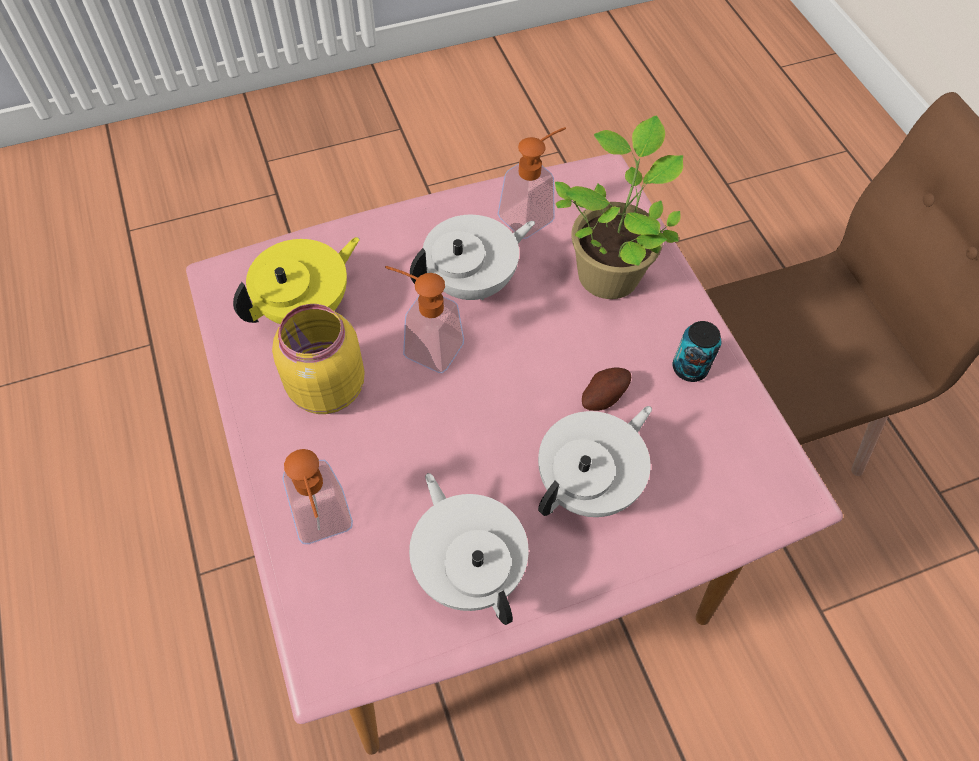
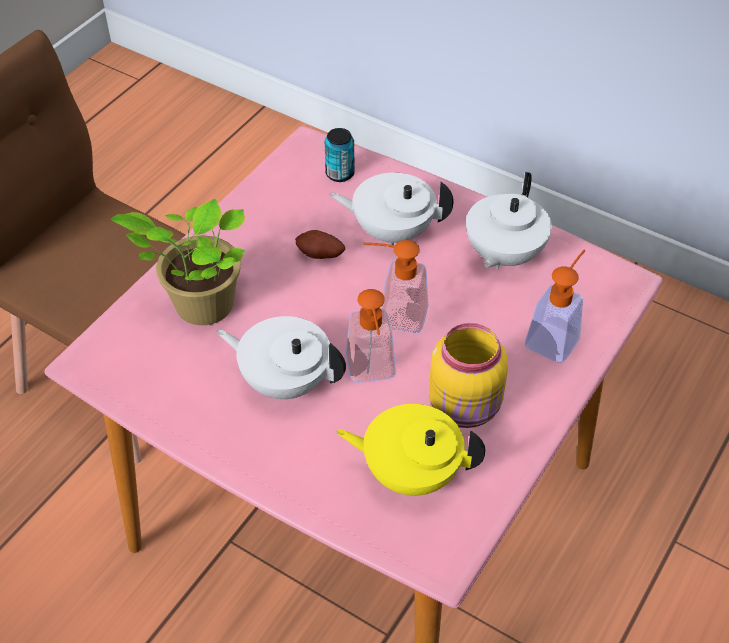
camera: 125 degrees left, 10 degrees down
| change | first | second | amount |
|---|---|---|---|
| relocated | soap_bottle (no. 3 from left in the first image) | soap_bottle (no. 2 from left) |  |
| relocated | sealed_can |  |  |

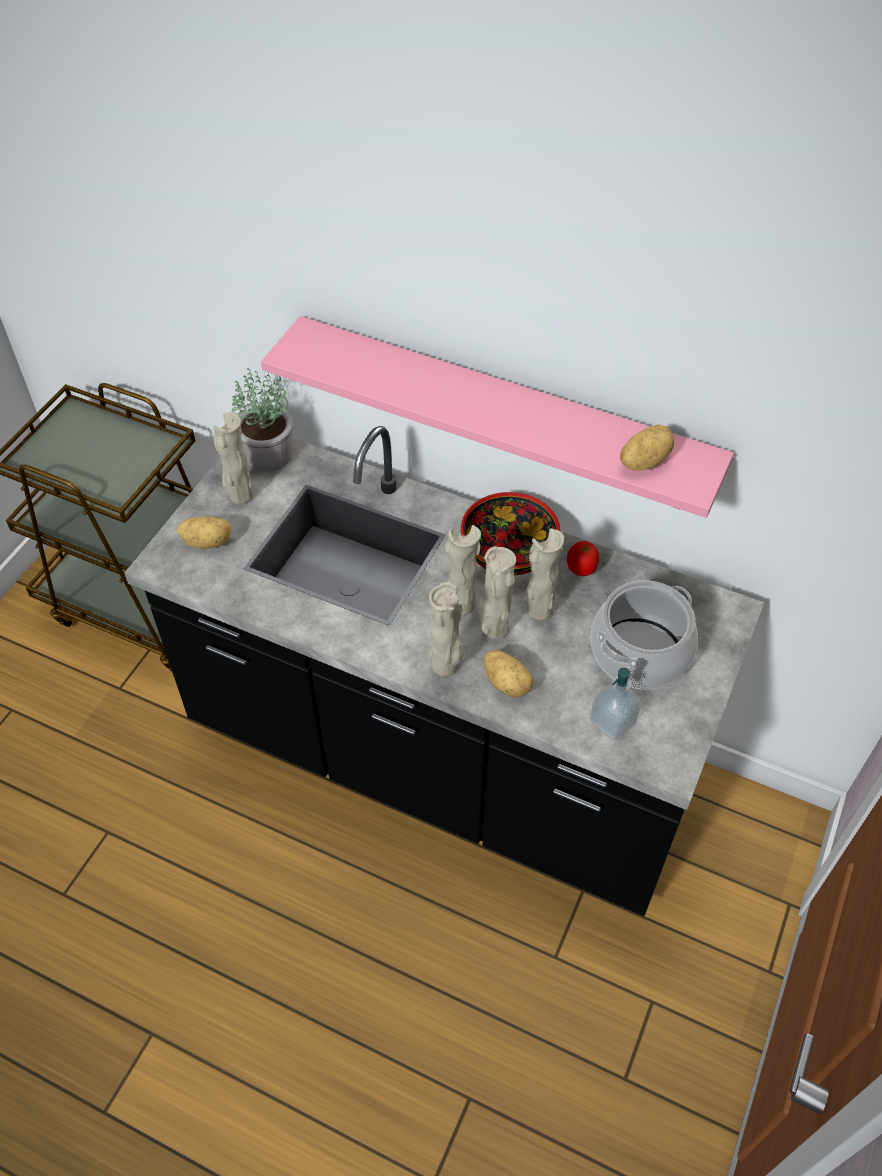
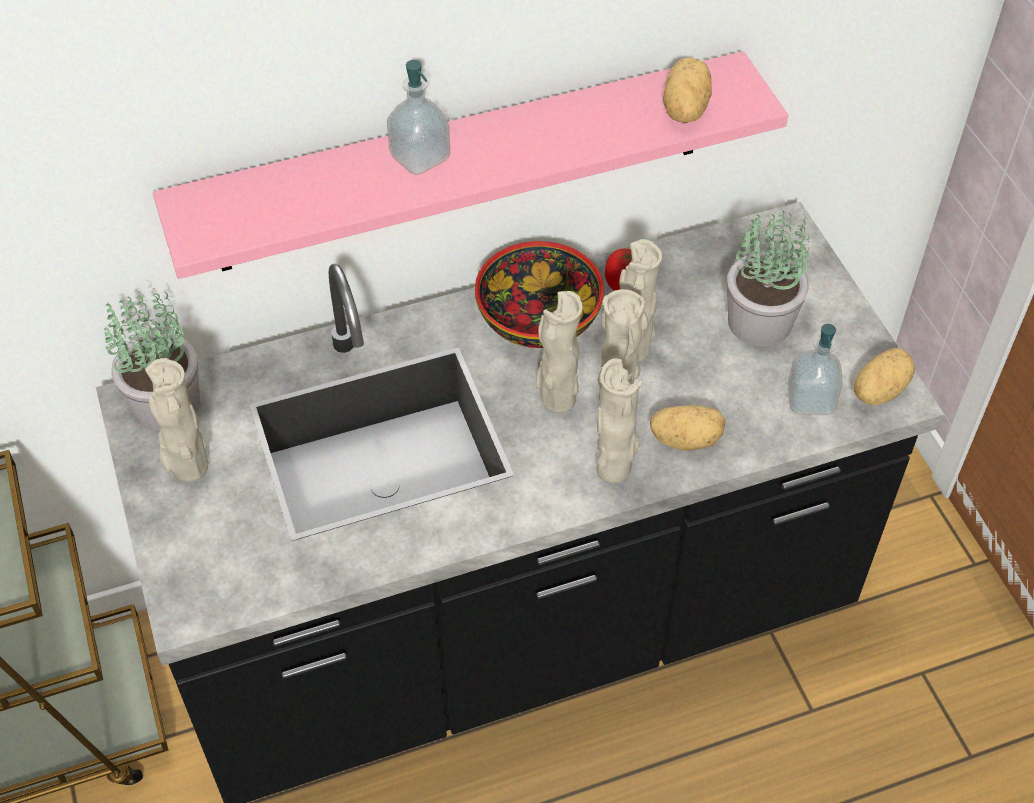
camera: 45 degrees left, 0 degrees up
| change | first | second | amount |
|---|---|---|---|
| appeared |  | soap_bottle (no. 1 from left) |  |
| relocated | potato (no. 1 from left in the first image) | potato (no. 3 from left) |  |
| exchanged | saucepot | potted_plant (no. 2 from left) |  |

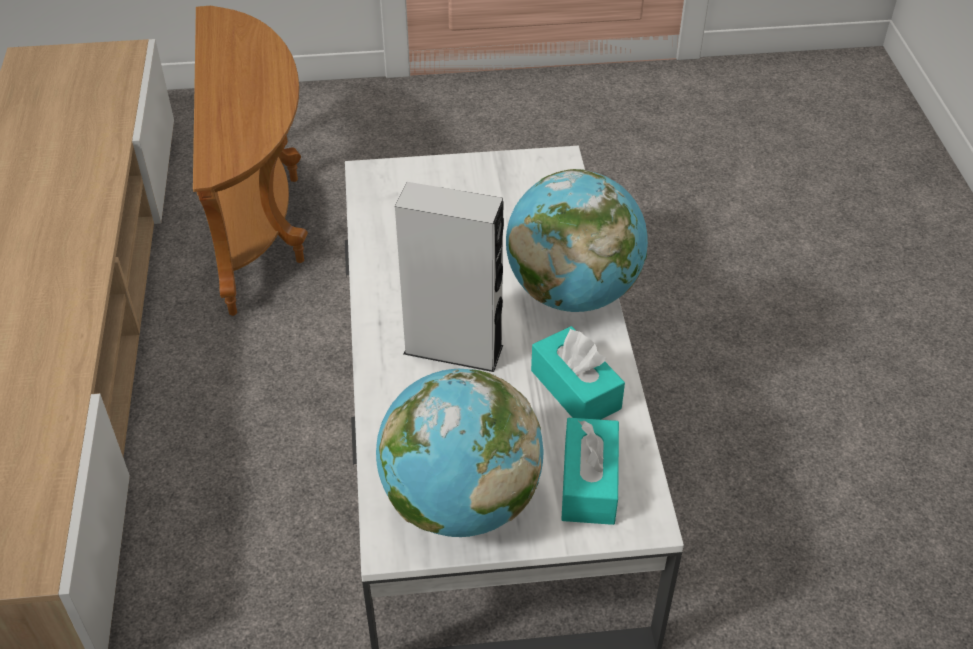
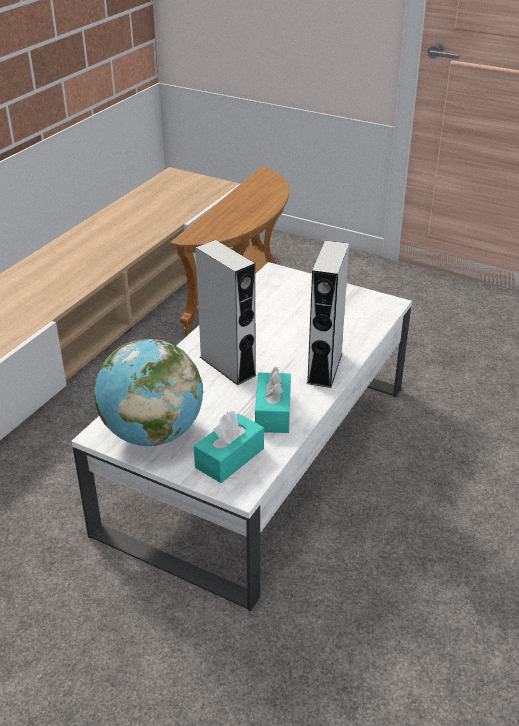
camera: 35 degrees right, 10 degrees down
| change | first | second | amount |
|---|---|---|---|
| exchanged | desk_globe (no. 2 from left) | greyish_loudspeaker (no. 2 from left) |  |

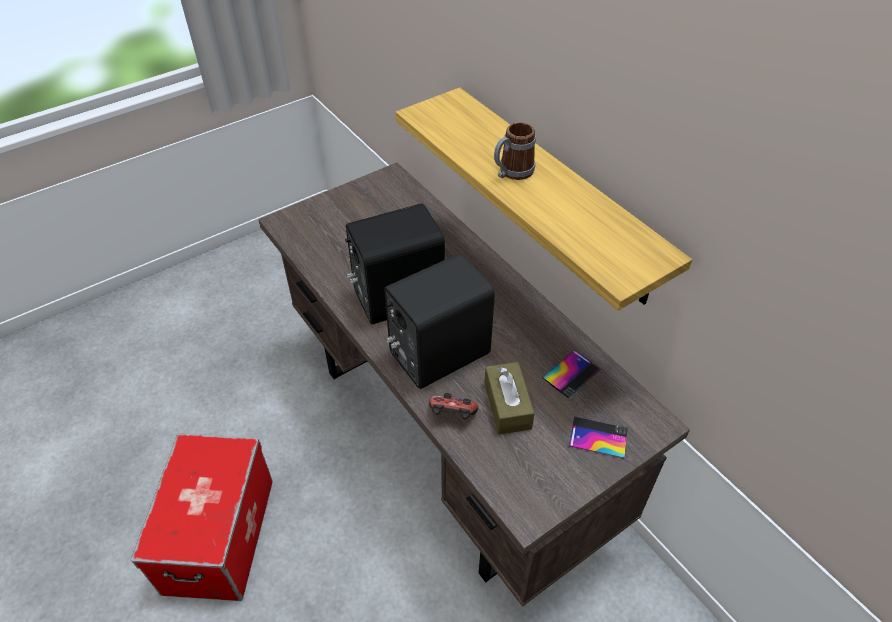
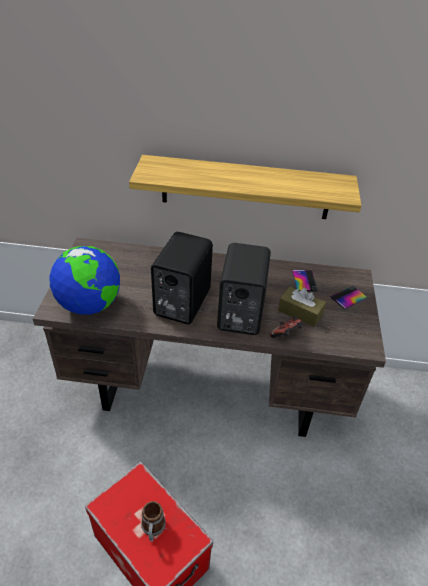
camera: 50 degrees left, 5 degrees down
| change | first | second | amount |
|---|---|---|---|
| appeared |  | desk_globe |  |
| relocated | coffee_mug |  |  |

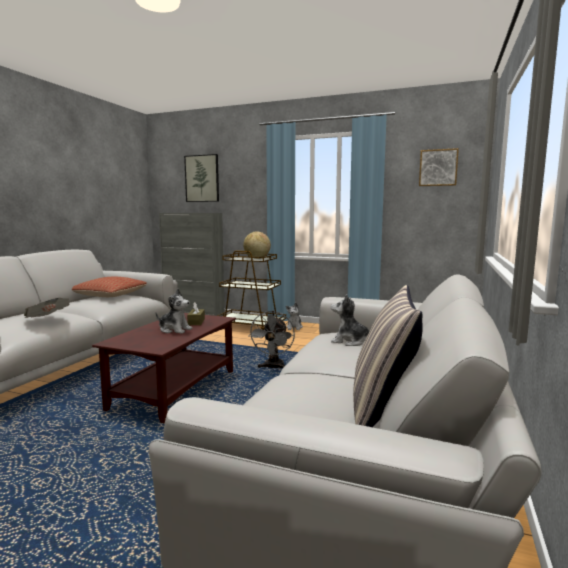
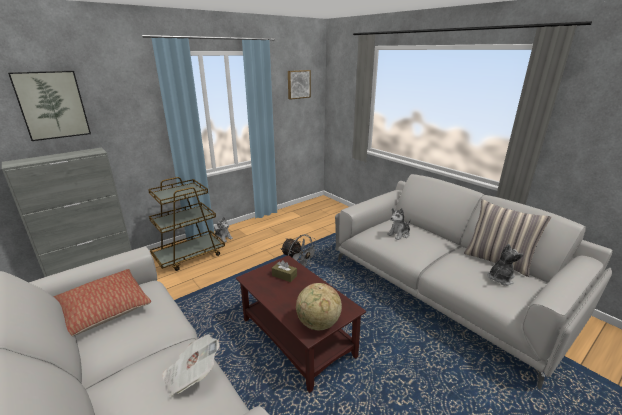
camera: 60 degrees left, 15 degrees up
| change | first | second | amount |
|---|---|---|---|
| relocated | cuddly_toy (no. 1 from left in the first image) | cuddly_toy (no. 3 from left) |  |
| relocated | desk_globe |  |  |

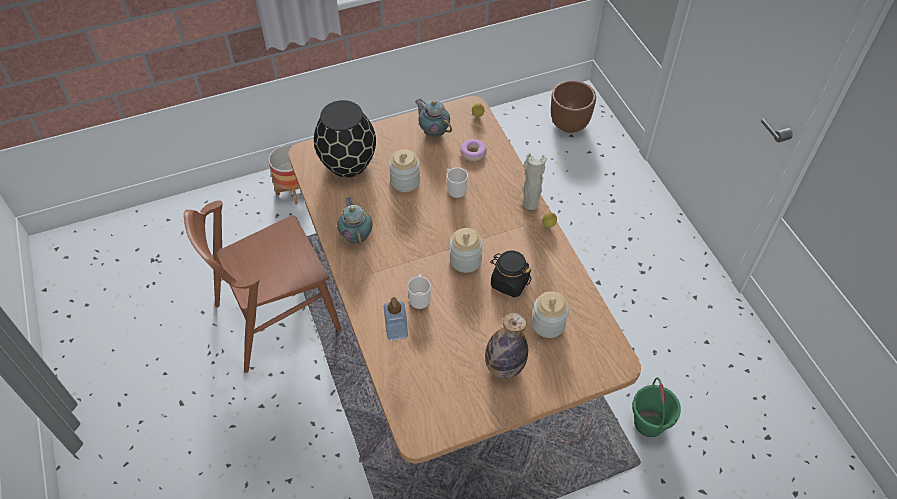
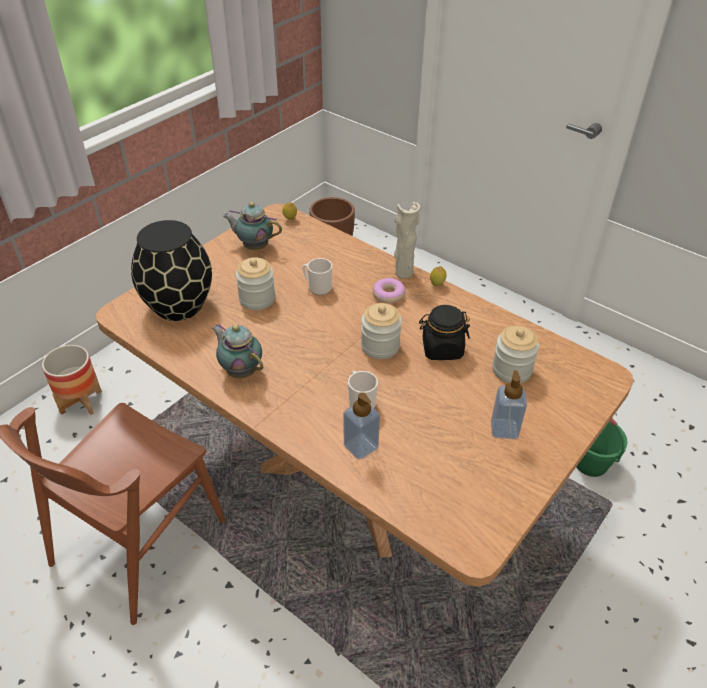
camera: 30 degrees left, 10 degrees down
| change | first | second | amount |
|---|---|---|---|
| relocated | donut |  |  |
| exchanged | drink_bottle | soap_bottle (no. 2 from left) |  |

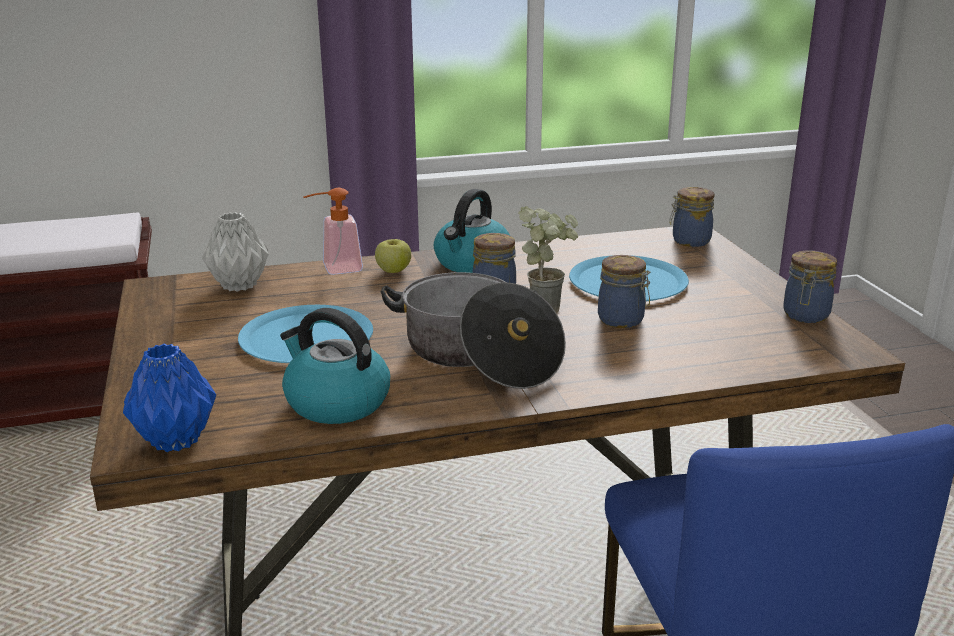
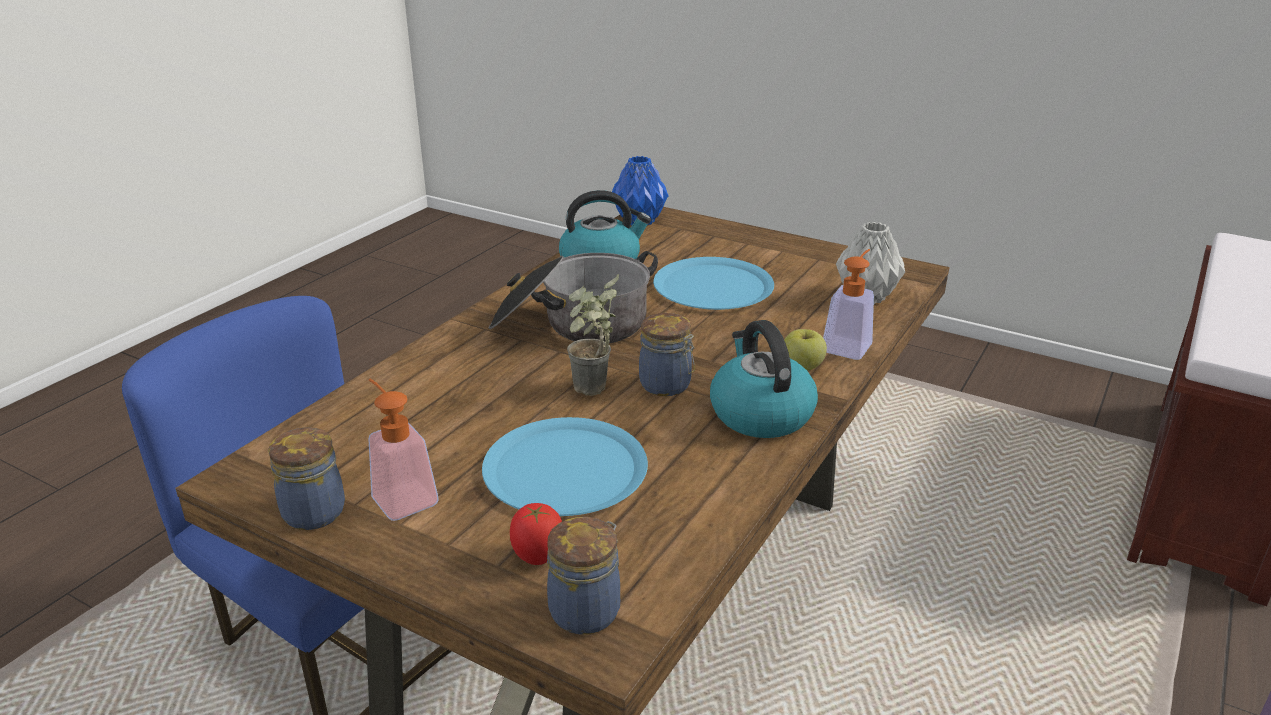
camera: 135 degrees right, 5 degrees up
| change | first | second | amount |
|---|---|---|---|
| missing | storage_jar (no. 2 from left) |  |  |
| appeared |  | soap_bottle (no. 1 from left) |  |
| appeared |  | fresh_tomato |  |

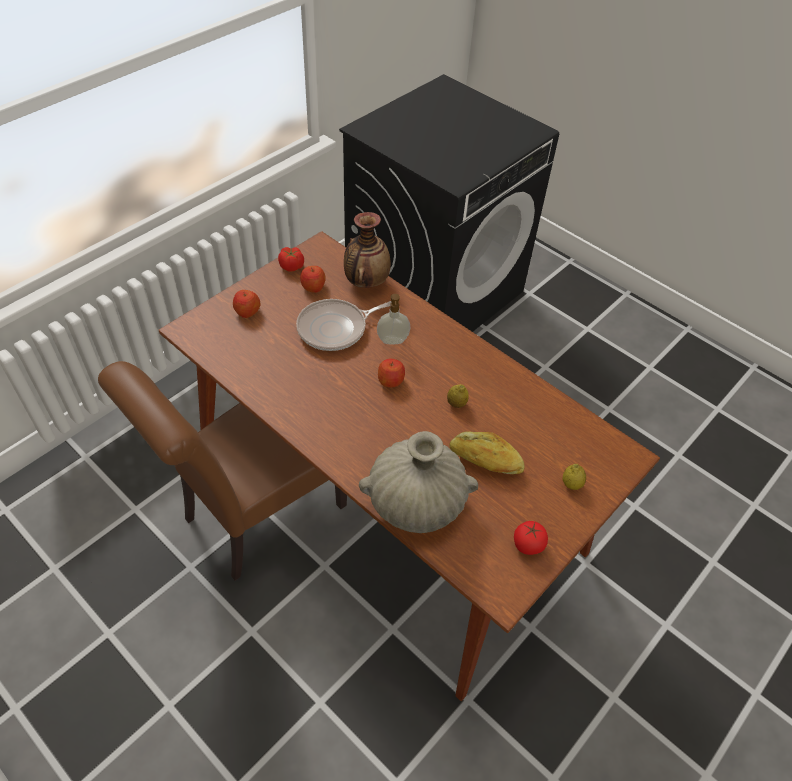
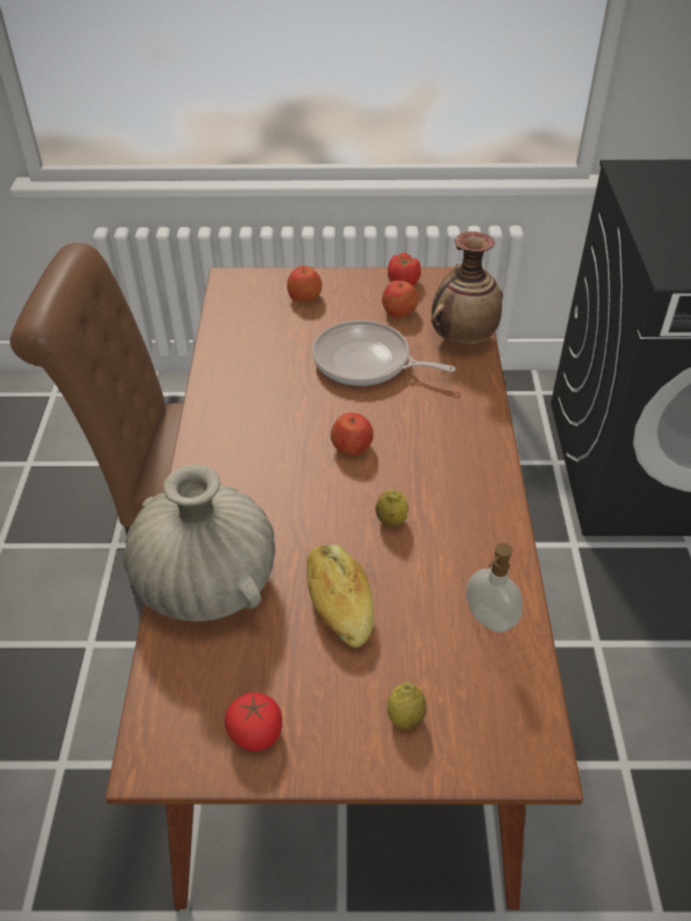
camera: 50 degrees right, 5 degrees down
| change | first | second | amount |
|---|---|---|---|
| relocated | soap_bottle |  |  |

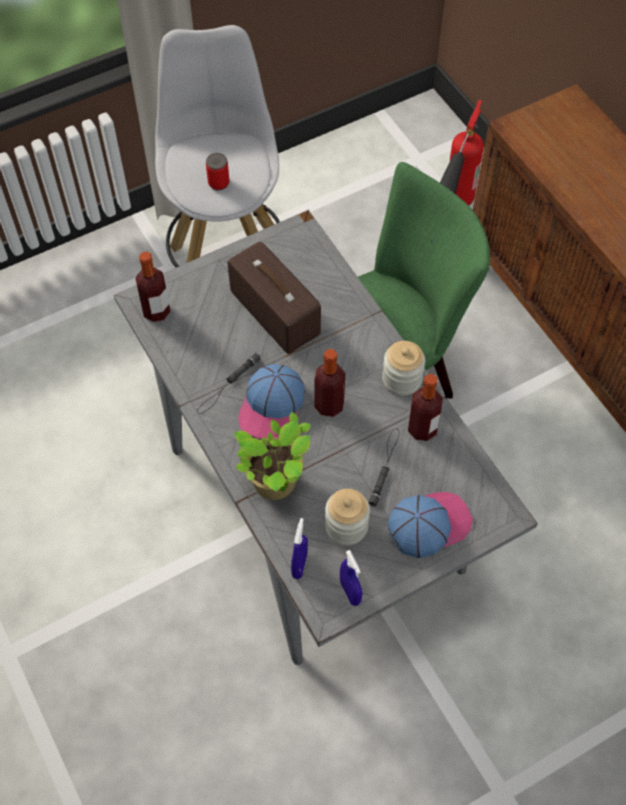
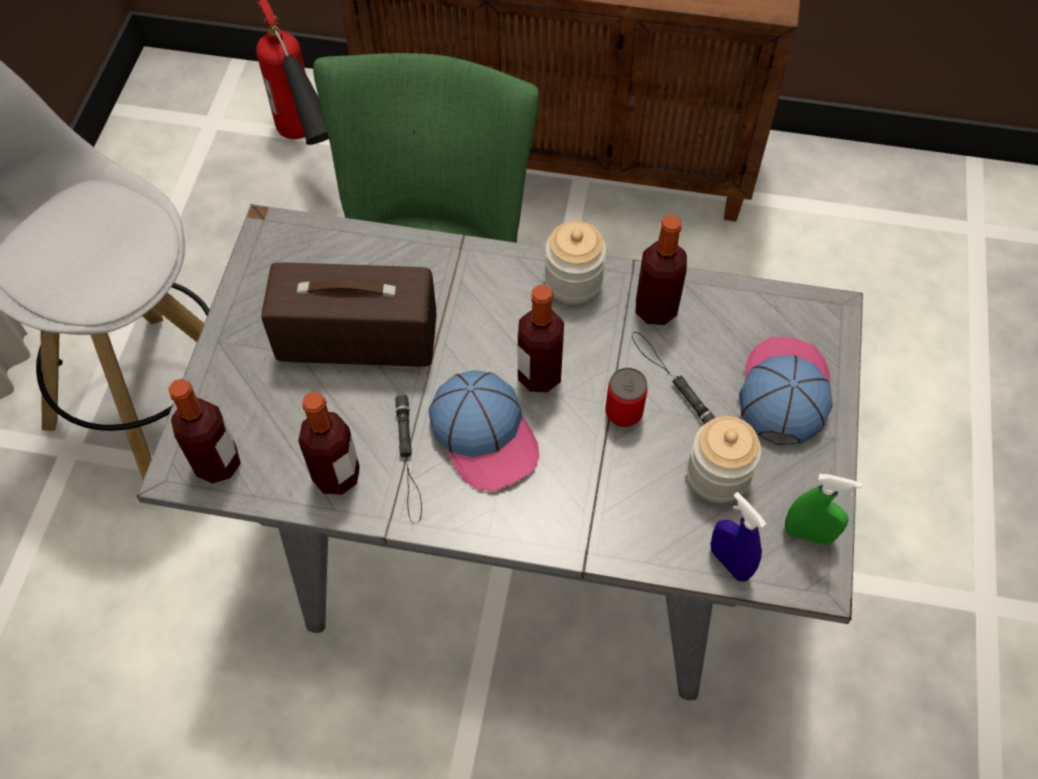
camera: 50 degrees left, 0 degrees up
| change | first | second | amount |
|---|---|---|---|
| missing | potted_plant |  |  |
| appeared |  | drink_bottle (no. 2 from left) |  |
| relocated | sealed_can |  |  |
| colour | blue-coloured_hand_sprayer (no. 2 from left) | green-coloured_hand_sprayer |  |

